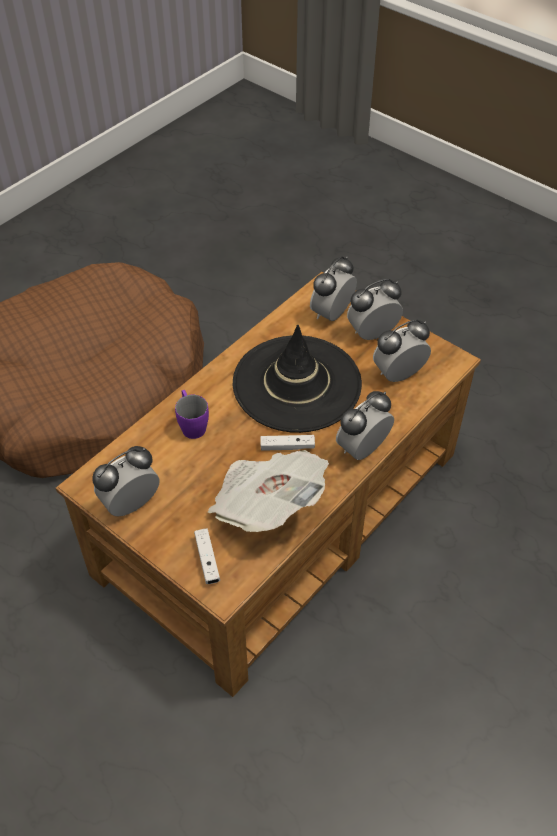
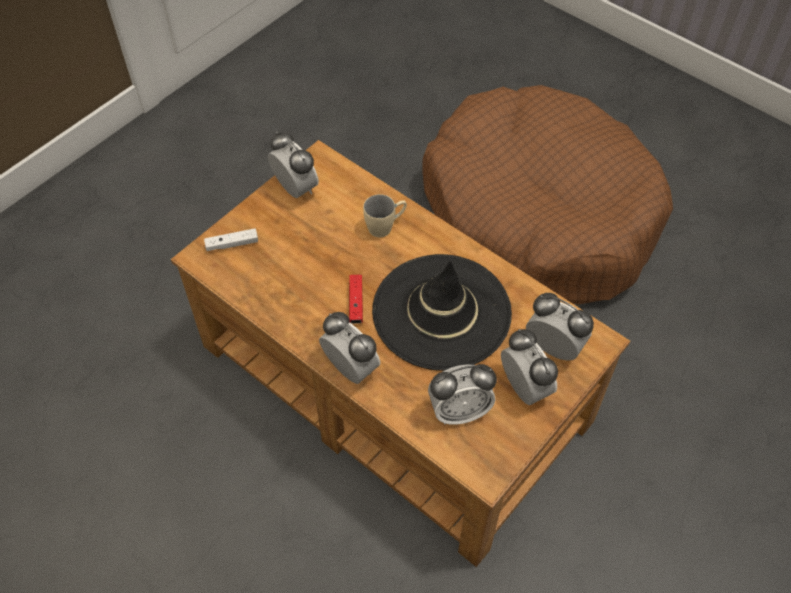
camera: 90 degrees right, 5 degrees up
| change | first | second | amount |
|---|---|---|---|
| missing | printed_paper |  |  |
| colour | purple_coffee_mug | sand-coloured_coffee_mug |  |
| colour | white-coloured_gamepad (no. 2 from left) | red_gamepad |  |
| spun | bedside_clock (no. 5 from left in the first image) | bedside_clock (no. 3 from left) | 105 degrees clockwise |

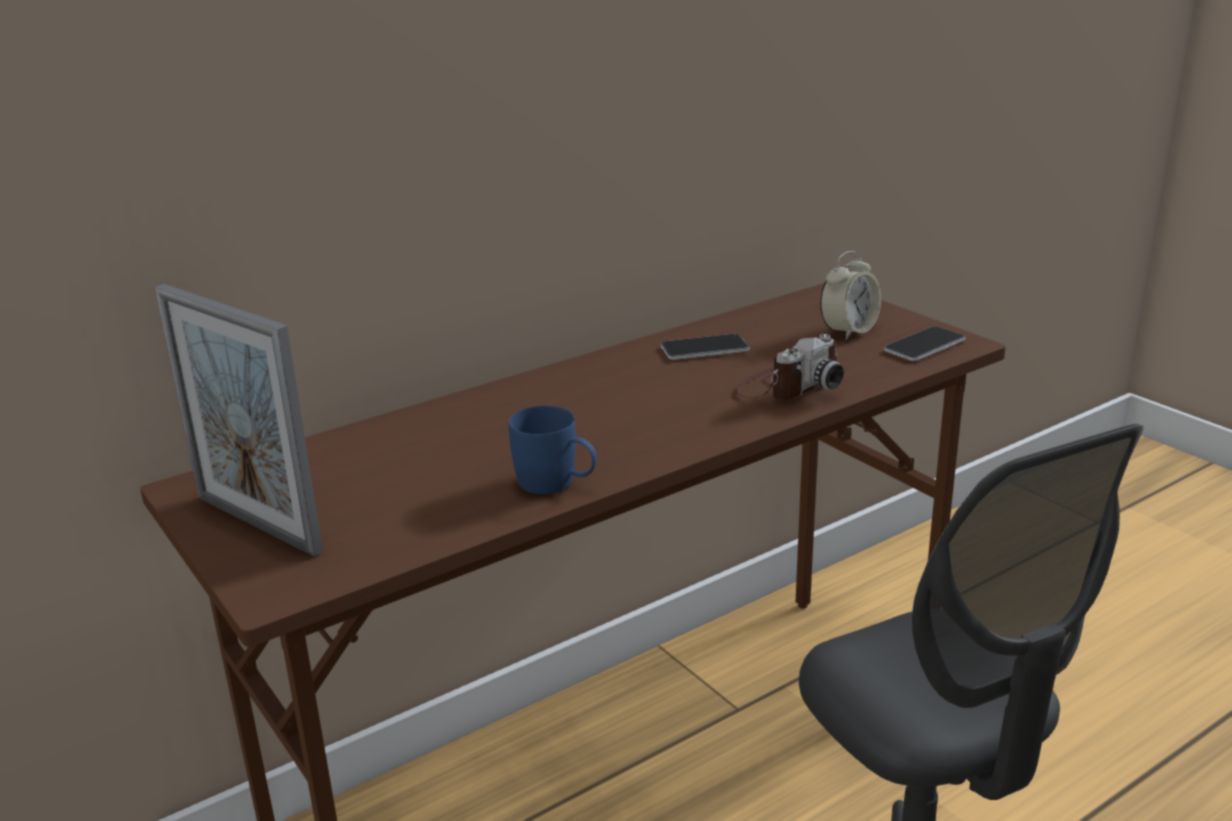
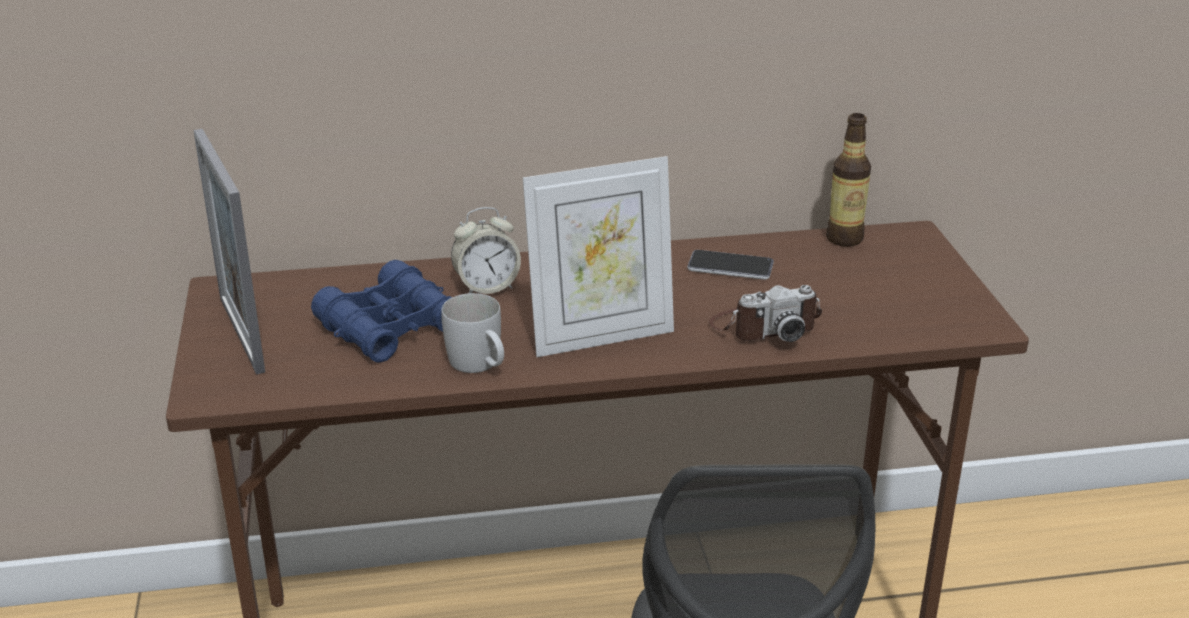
camera: 25 degrees right, 5 degrees up
| change | first | second | amount |
|---|---|---|---|
| missing | telephone (no. 2 from left) |  |  |
| appeared |  | blue-coloured_binoculars |  |
| appeared |  | picture_frame (no. 2 from left) |  |
| appeared |  | drink_bottle |  |
| relocated | bedside_clock |  |  |
| colour | blue-coloured_coffee_mug | white-coloured_coffee_mug |  |

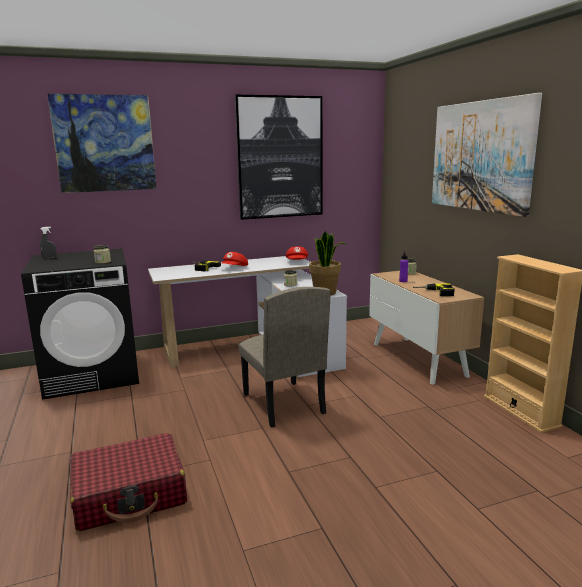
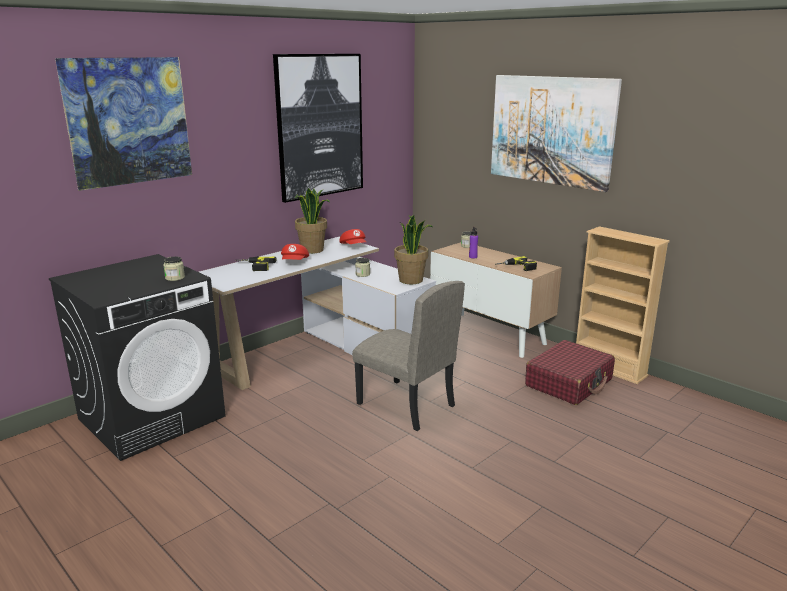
camera: 25 degrees left, 5 degrees up
| change | first | second | amount |
|---|---|---|---|
| missing | greyish_hand_sprayer |  |  |
| appeared |  | potted_plant (no. 1 from left) |  |
| relocated | red_piece_of_luggage |  |  |

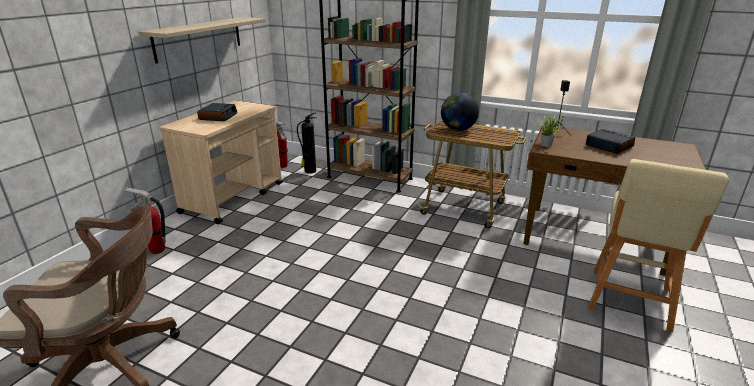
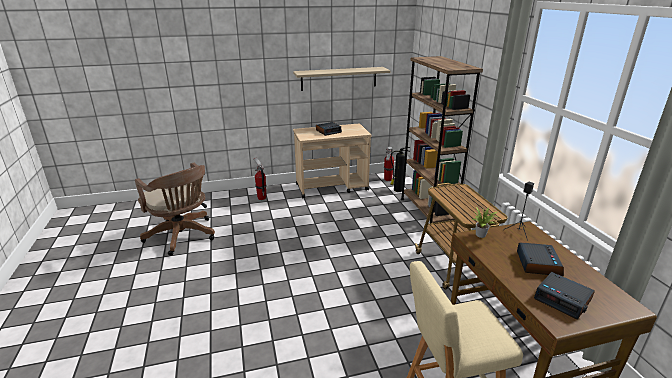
camera: 50 degrees right, 0 degrees up
| change | first | second | amount |
|---|---|---|---|
| missing | desk_globe |  |  |
| appeared |  | bedside_clock (no. 3 from left) |  |

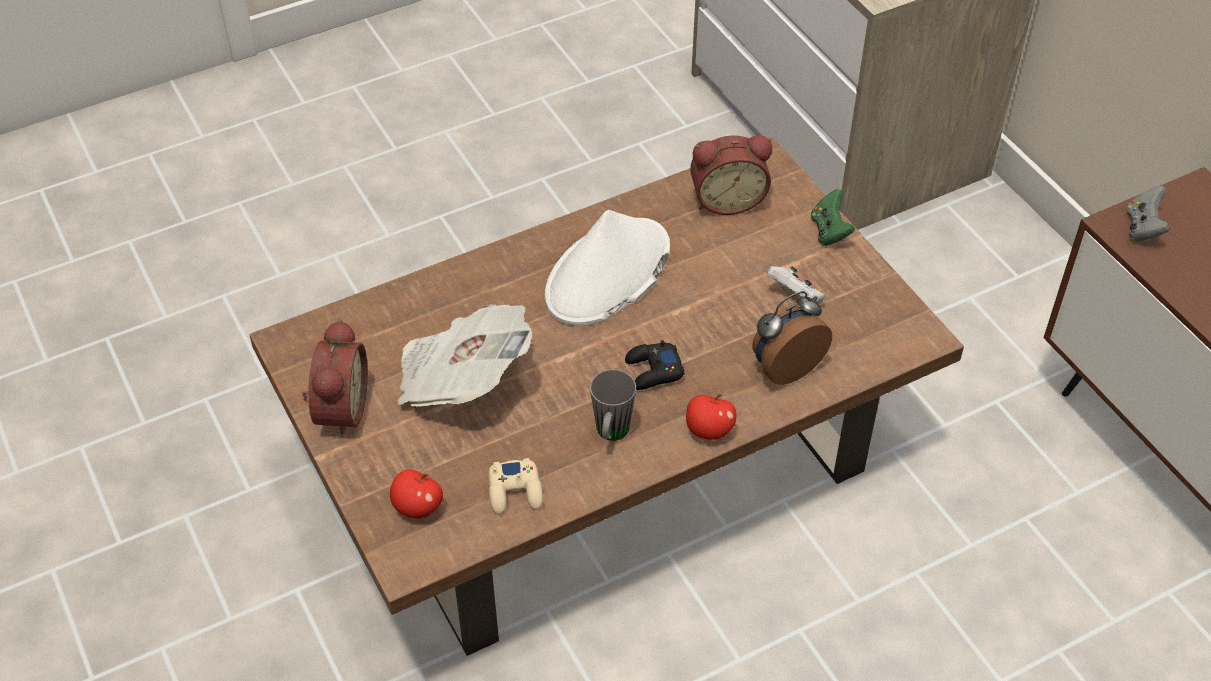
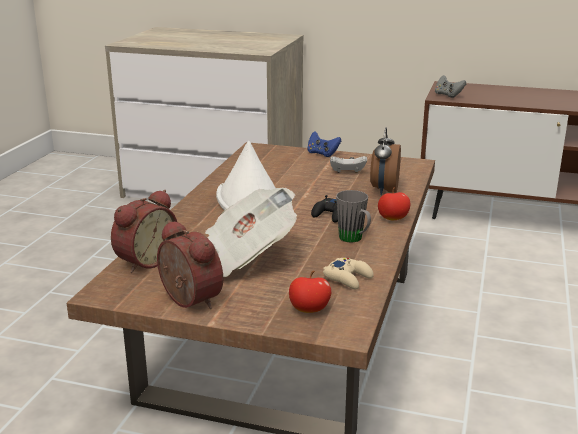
camera: 45 degrees left, 25 degrees down
| change | first | second | amount |
|---|---|---|---|
| relocated | bedside_clock (no. 2 from left in the first image) | bedside_clock (no. 1 from left) |  |
| colour | green-coloured_gamepad | blue-coloured_gamepad |  |

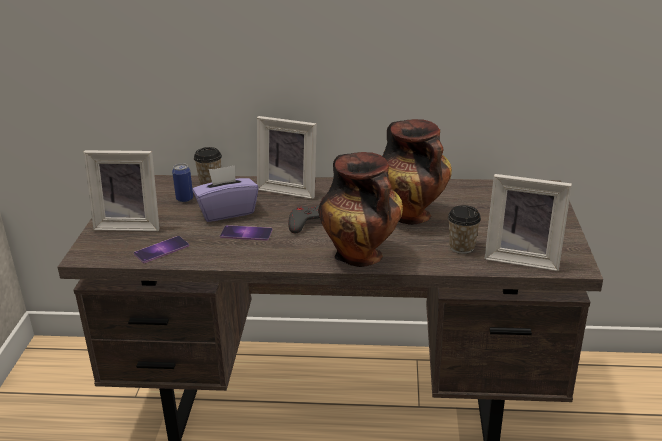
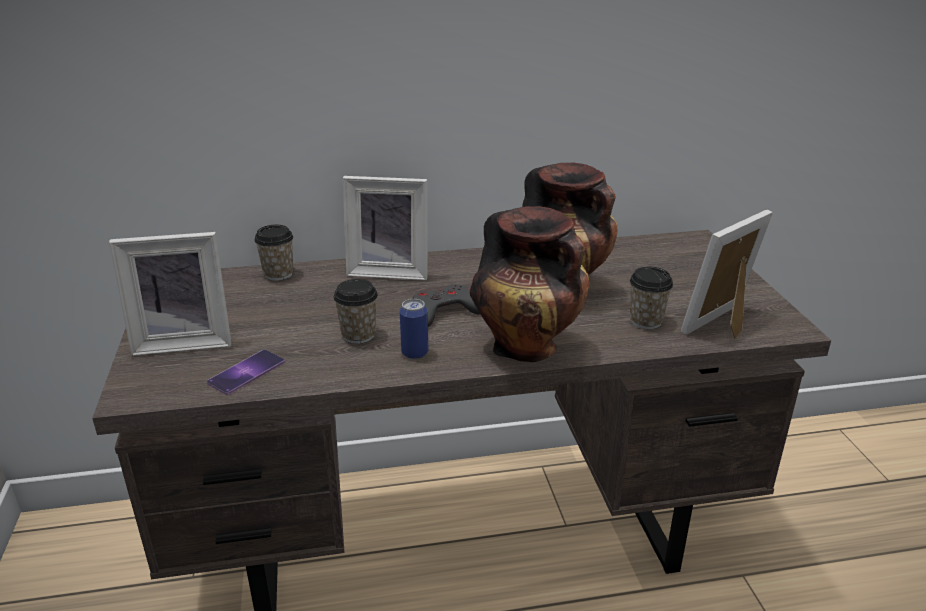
camera: 15 degrees left, 0 degrees up
| change | first | second | amount |
|---|---|---|---|
| missing | purple_tissue_box |  |  |
| relocated | sealed_can |  |  |
| exchanged | telephone (no. 2 from left) | cup (no. 2 from left) |  |
| spun | picture_frame (no. 3 from left) |  | 135 degrees clockwise |

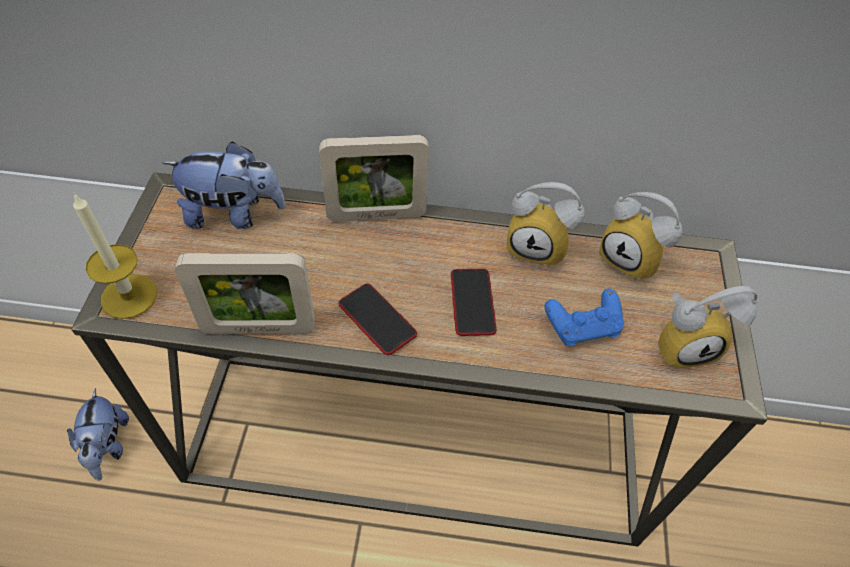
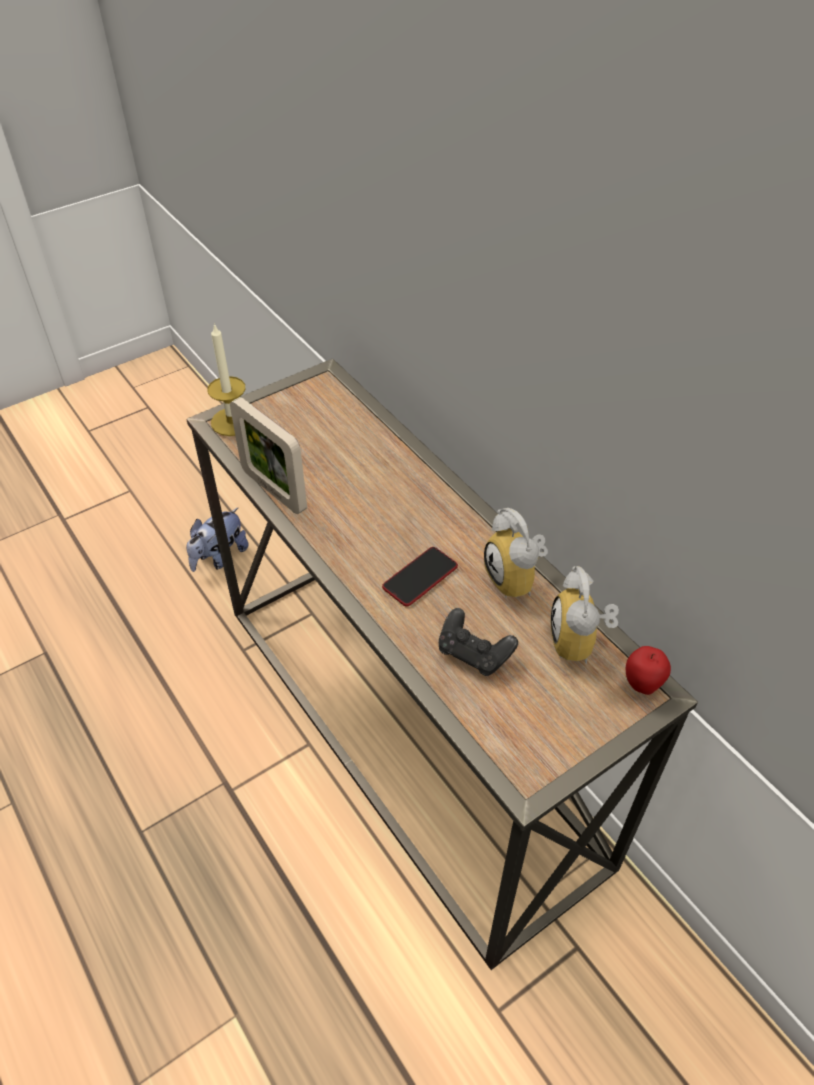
camera: 50 degrees right, 5 degrees down
| change | first | second | amount |
|---|---|---|---|
| missing | cuddly_toy (no. 2 from left) |  |  |
| missing | picture_frame (no. 2 from left) |  |  |
| missing | telephone (no. 1 from left) |  |  |
| missing | bedside_clock (no. 3 from left) |  |  |
| appeared |  | apple_fruit |  |
| colour | blue-coloured_gamepad | black-coloured_gamepad |  |

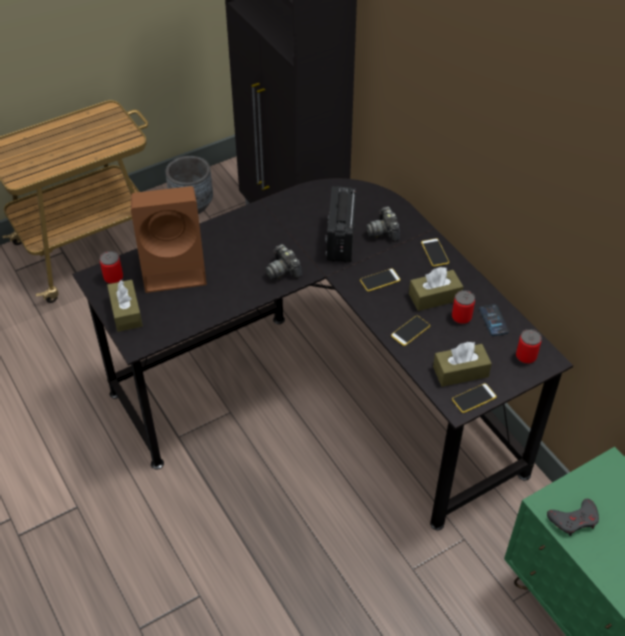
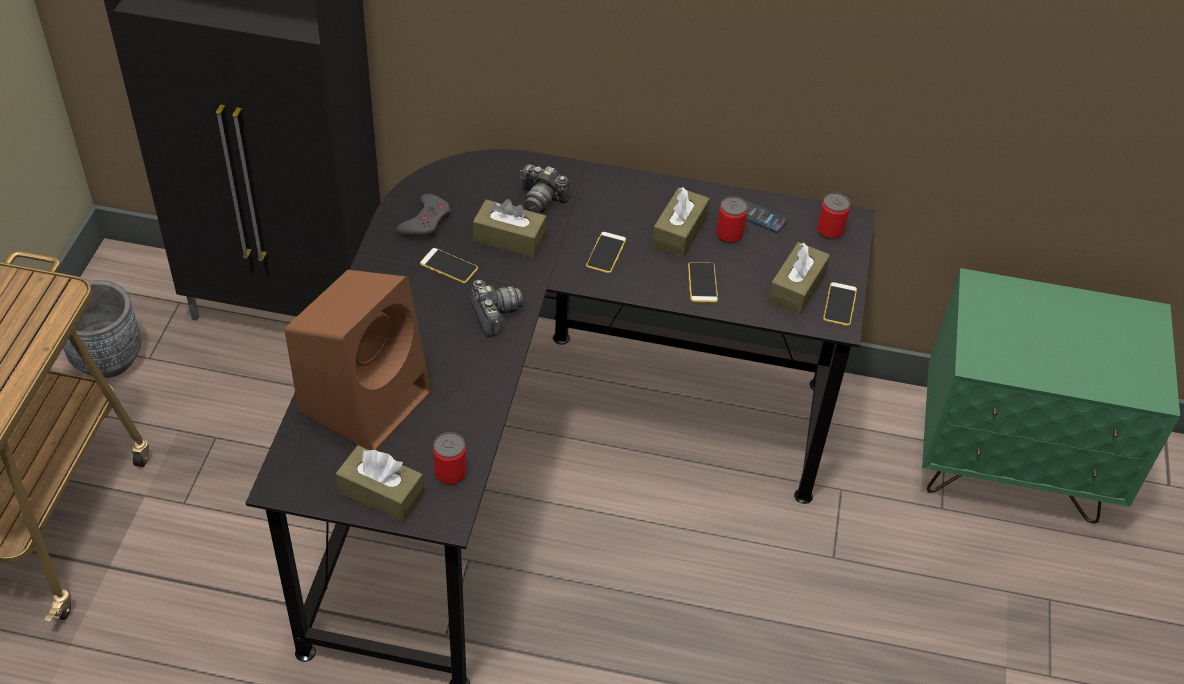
camera: 50 degrees left, 0 degrees up
| change | first | second | amount |
|---|---|---|---|
| relocated | sealed_can (no. 1 from left) |  |  |
| relocated | telephone (no. 3 from left in the first image) | telephone (no. 1 from left) |  |
| relocated | greyish_gamepad |  |  |
| exchanged | radio | brown_tissue_box (no. 2 from left) |  |
| spun | photo_camera (no. 1 from left) |  | 120 degrees counterclockwise |

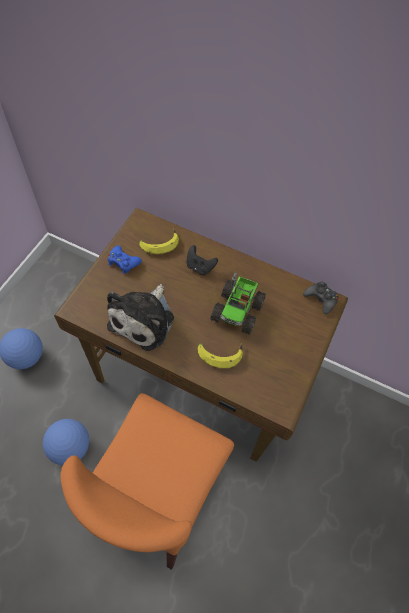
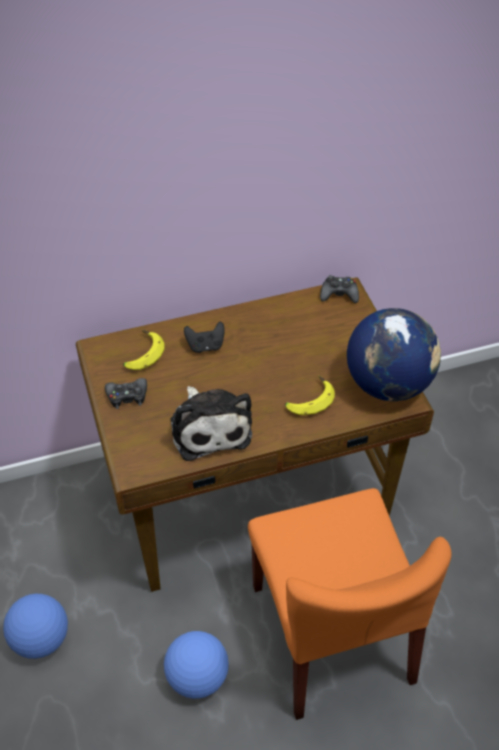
camera: 40 degrees left, 10 degrees down
| change | first | second | amount |
|---|---|---|---|
| missing | toy_lorry |  |  |
| appeared |  | desk_globe |  |
| colour | blue-coloured_gamepad | black-coloured_gamepad (no. 1 from left) |  |

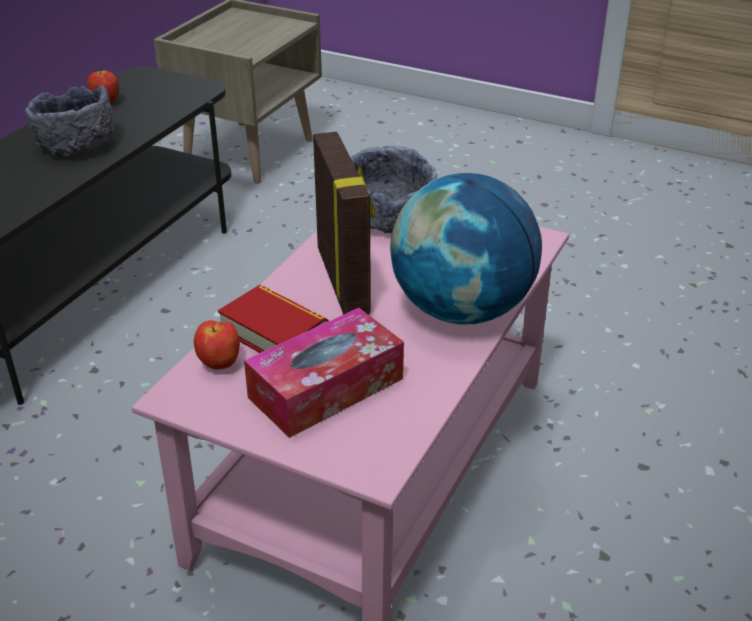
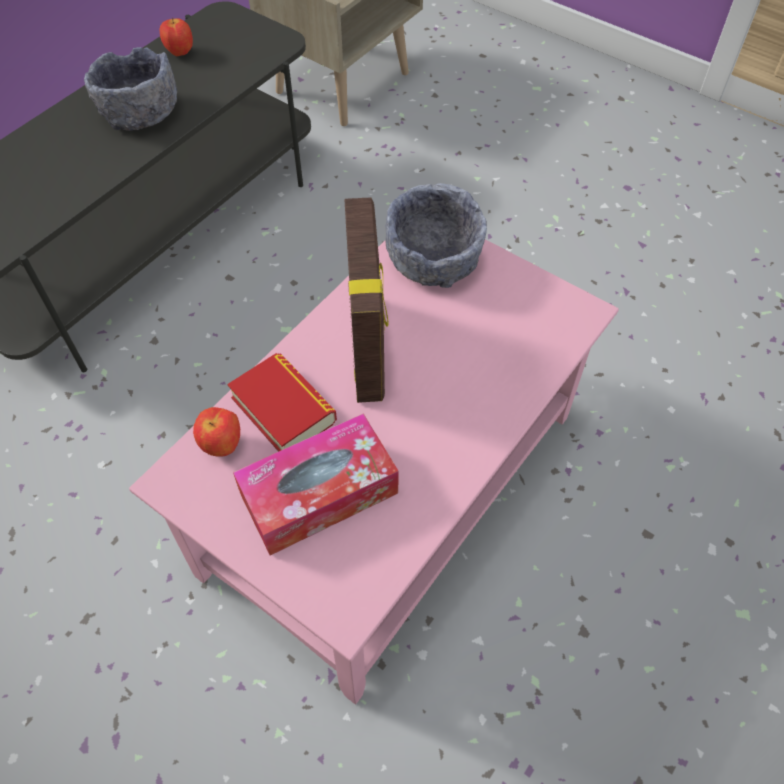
camera: 10 degrees right, 20 degrees up
| change | first | second | amount |
|---|---|---|---|
| missing | desk_globe |  |  |

